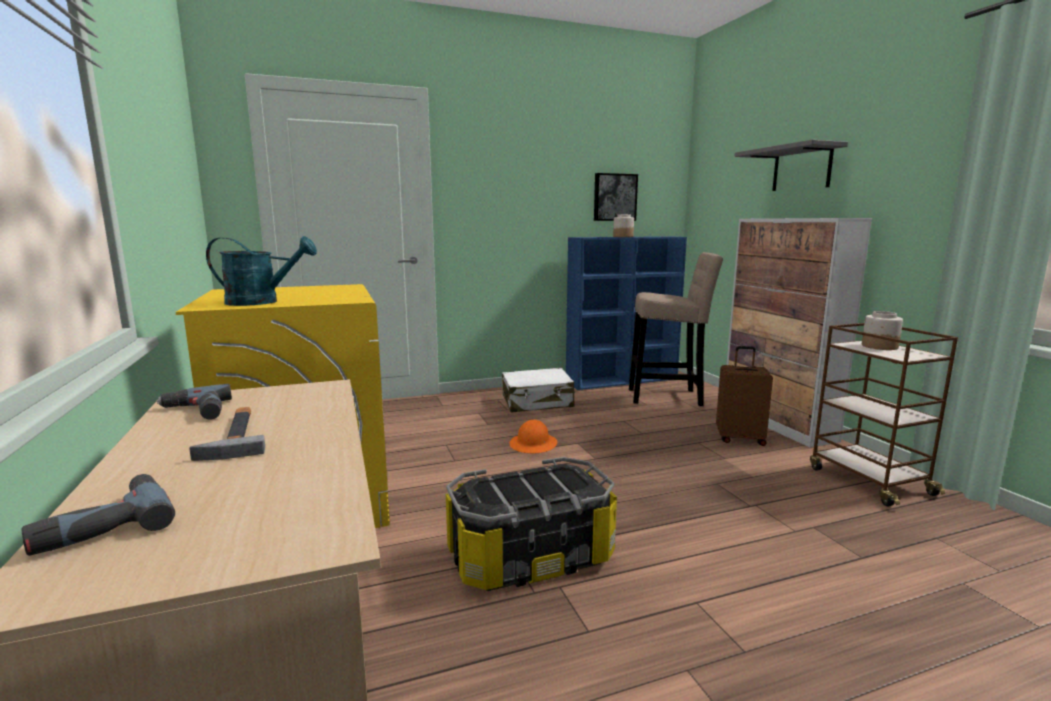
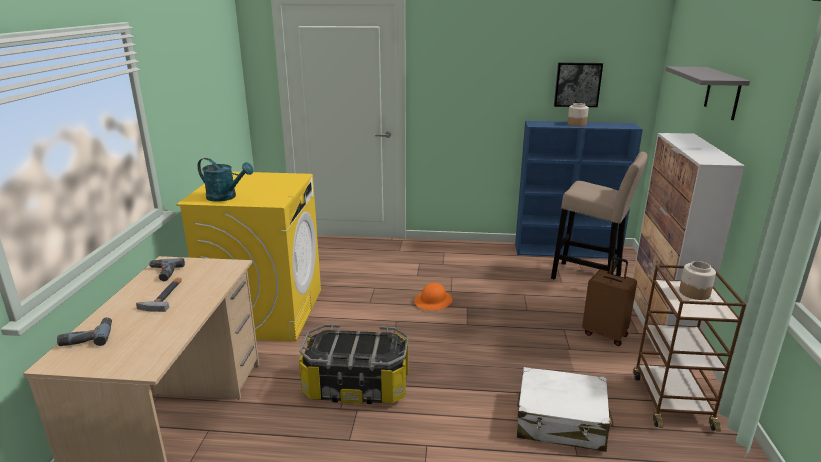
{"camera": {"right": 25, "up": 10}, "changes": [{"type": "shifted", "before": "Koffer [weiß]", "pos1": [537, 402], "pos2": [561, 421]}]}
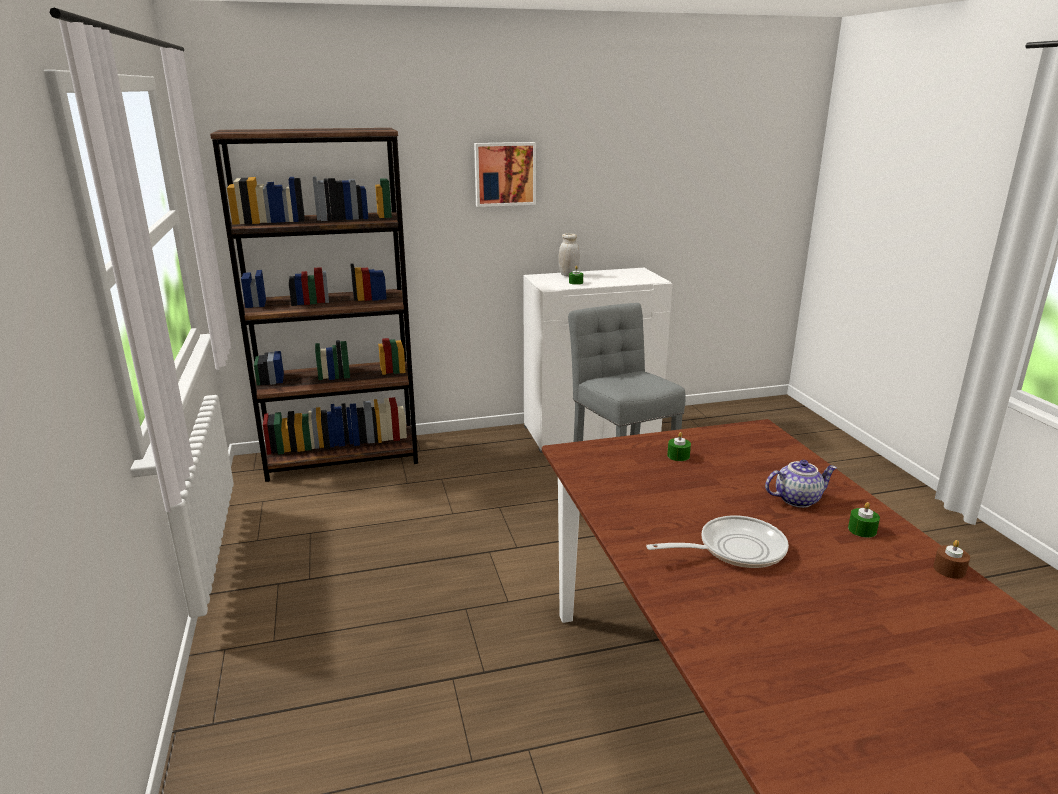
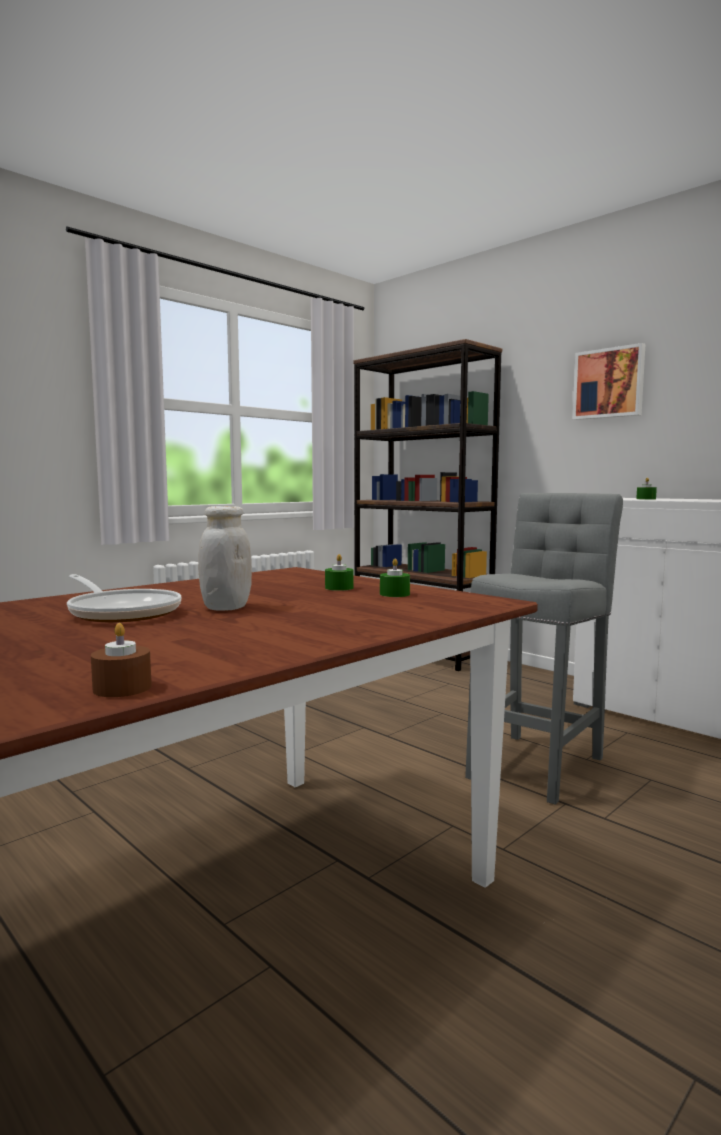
{"camera": {"right": 60, "up": -15}, "changes": [{"type": "gone", "before": "Teekanne", "pos1": [797, 499]}, {"type": "shifted", "before": "Vorratsglas [weiß]", "pos1": [568, 275], "pos2": [226, 607]}, {"type": "shifted", "before": "Kerze [grün]", "pos1": [862, 530], "pos2": [394, 594]}]}
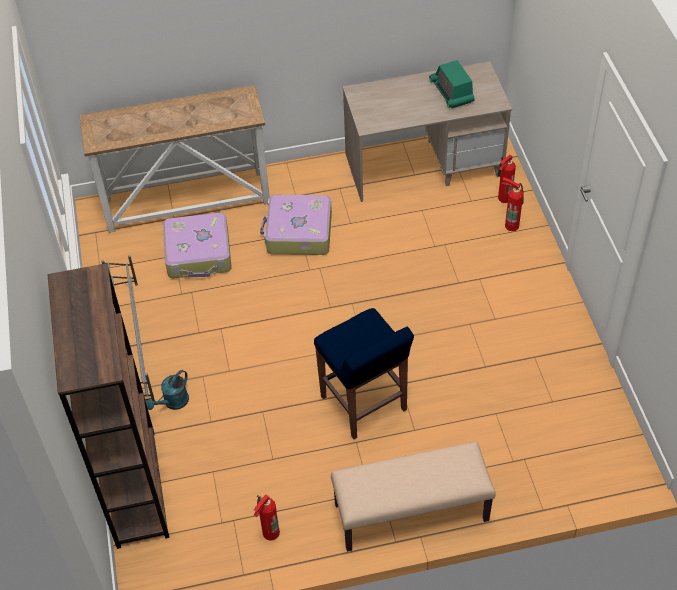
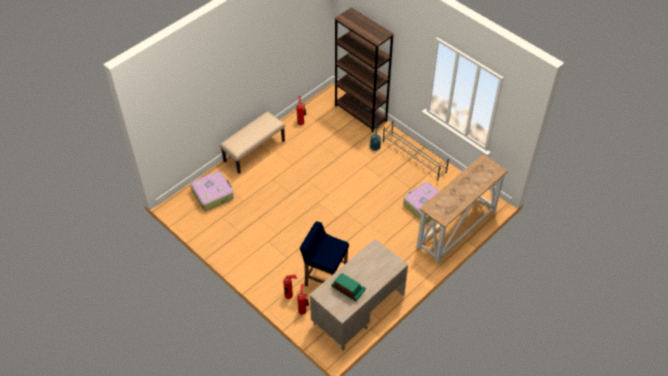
{"camera": {"right": 145, "up": 0}, "changes": [{"type": "shifted", "before": "Koffer", "pos1": [298, 233], "pos2": [213, 194]}, {"type": "shifted", "before": "Hocker [blau]", "pos1": [364, 404], "pos2": [325, 278]}]}
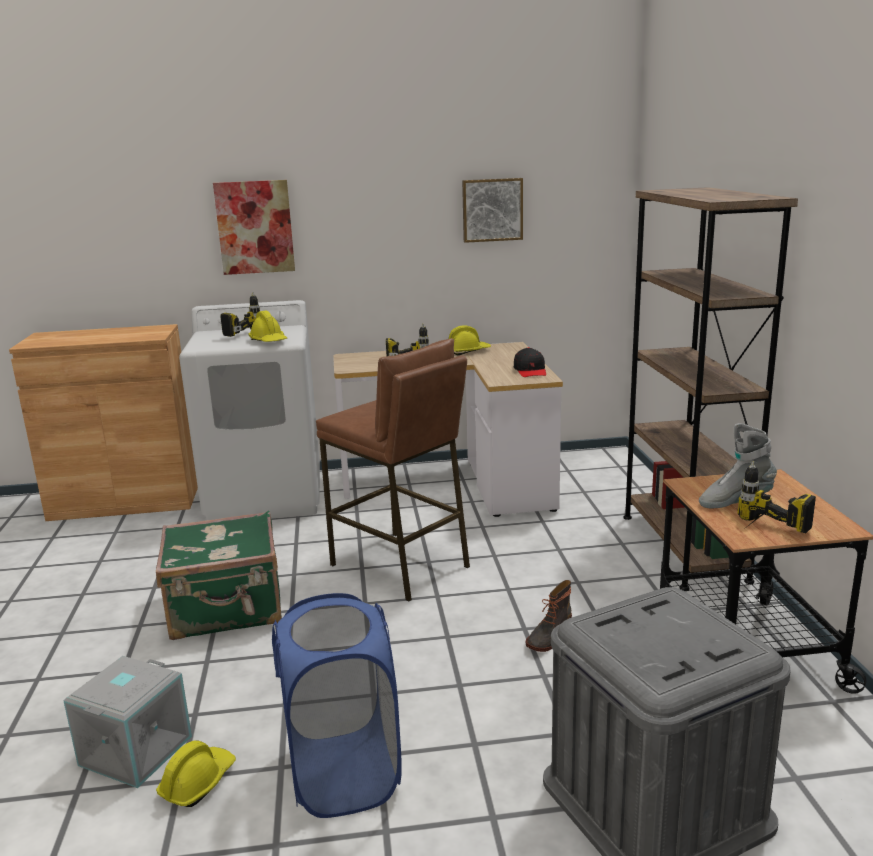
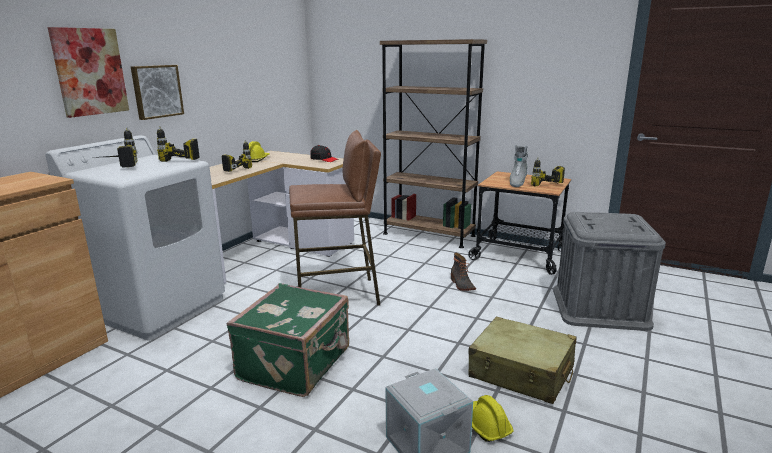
{"camera": {"right": -55, "up": 0}, "changes": [{"type": "shifted", "before": "Bild", "pos1": [492, 210], "pos2": [156, 91]}, {"type": "swapped", "before": "Schutzhelm [gelb]", "after": "Bohrmaschine", "pos1": [269, 341], "pos2": [172, 164]}, {"type": "swapped", "before": "Wäschekorb [blau]", "after": "Koffer [beige]", "pos1": [344, 774], "pos2": [521, 372]}]}
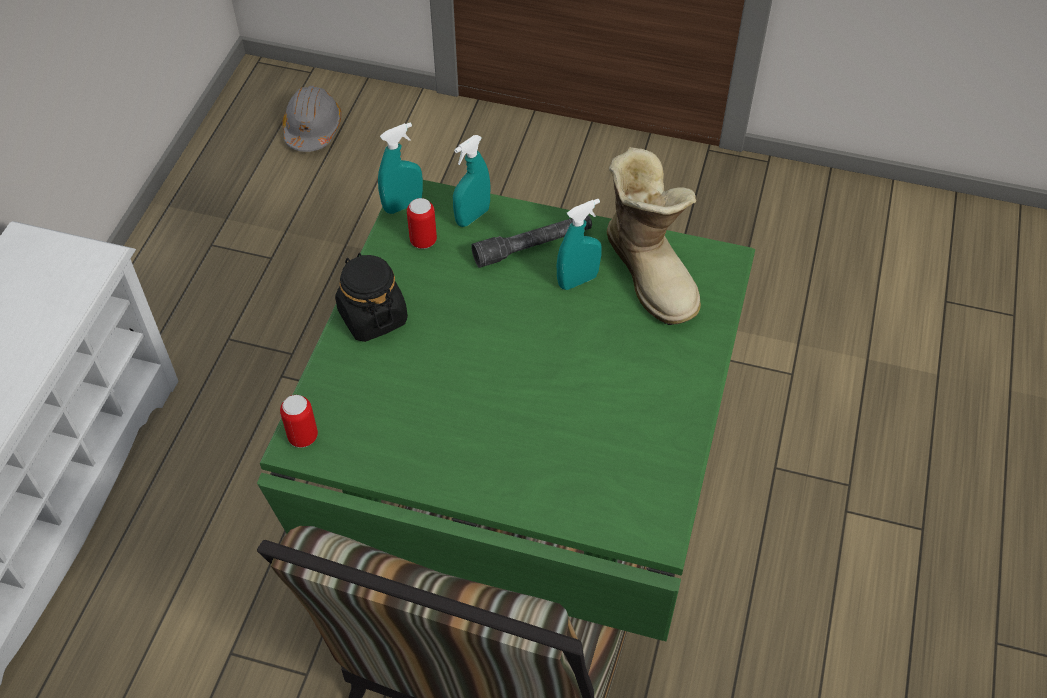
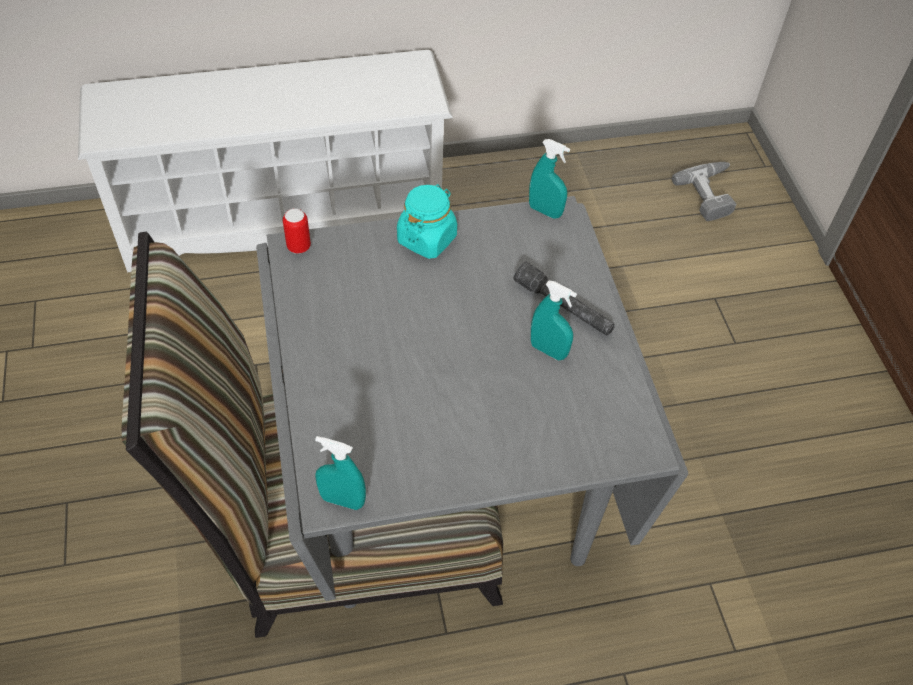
{"camera": {"right": 60, "up": 0}, "changes": [{"type": "gone", "before": "Dose", "pos1": [423, 241]}, {"type": "gone", "before": "Stiefel", "pos1": [652, 271]}, {"type": "shifted", "before": "Sprühflasche [türkis]", "pos1": [472, 216], "pos2": [342, 500]}, {"type": "swapped", "before": "Schutzhelm [grau]", "after": "Bohrmaschine", "pos1": [312, 129], "pos2": [712, 194]}, {"type": "repainted", "before": "Esstisch [grün]", "after": "Esstisch [grau]", "pos1": [521, 528], "pos2": [447, 497]}, {"type": "repainted", "before": "Vorratsglas [schwarz]", "after": "Vorratsglas [türkis]", "pos1": [372, 316], "pos2": [427, 239]}]}
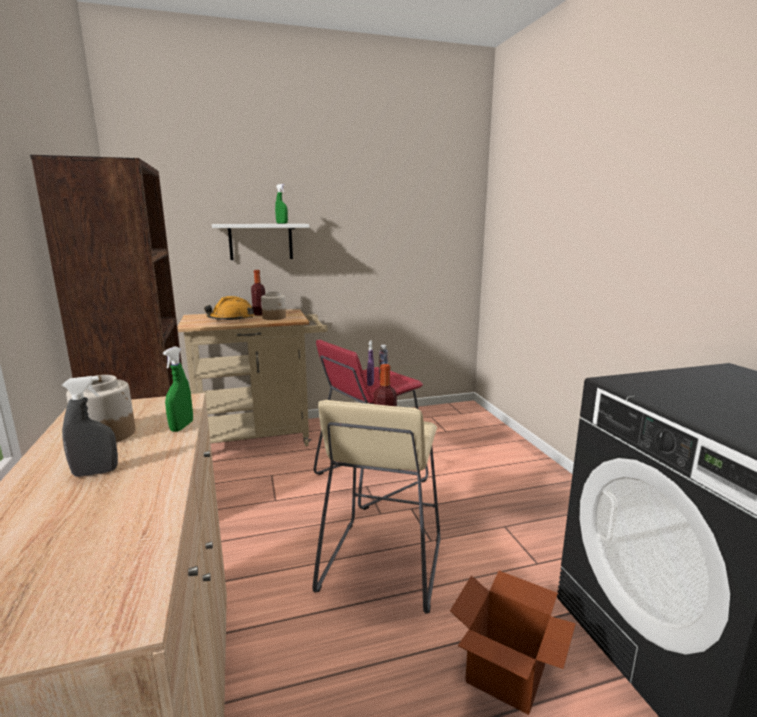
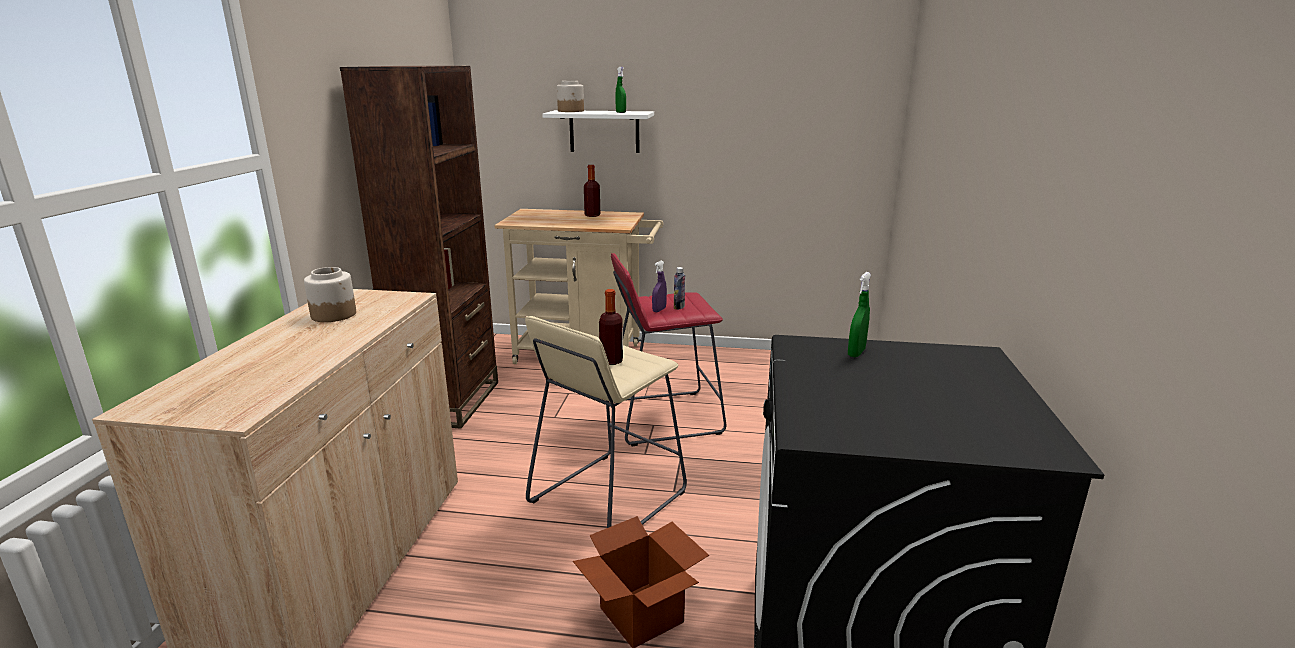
{"camera": {"right": 25, "up": 5}, "changes": [{"type": "gone", "before": "Sprühflasche [grau]", "pos1": [95, 472]}, {"type": "gone", "before": "Schutzhelm [orange]", "pos1": [231, 319]}, {"type": "shifted", "before": "Sprühflasche [grün]", "pos1": [181, 427], "pos2": [856, 353]}, {"type": "shifted", "before": "Vorratsglas", "pos1": [274, 317], "pos2": [571, 111]}]}
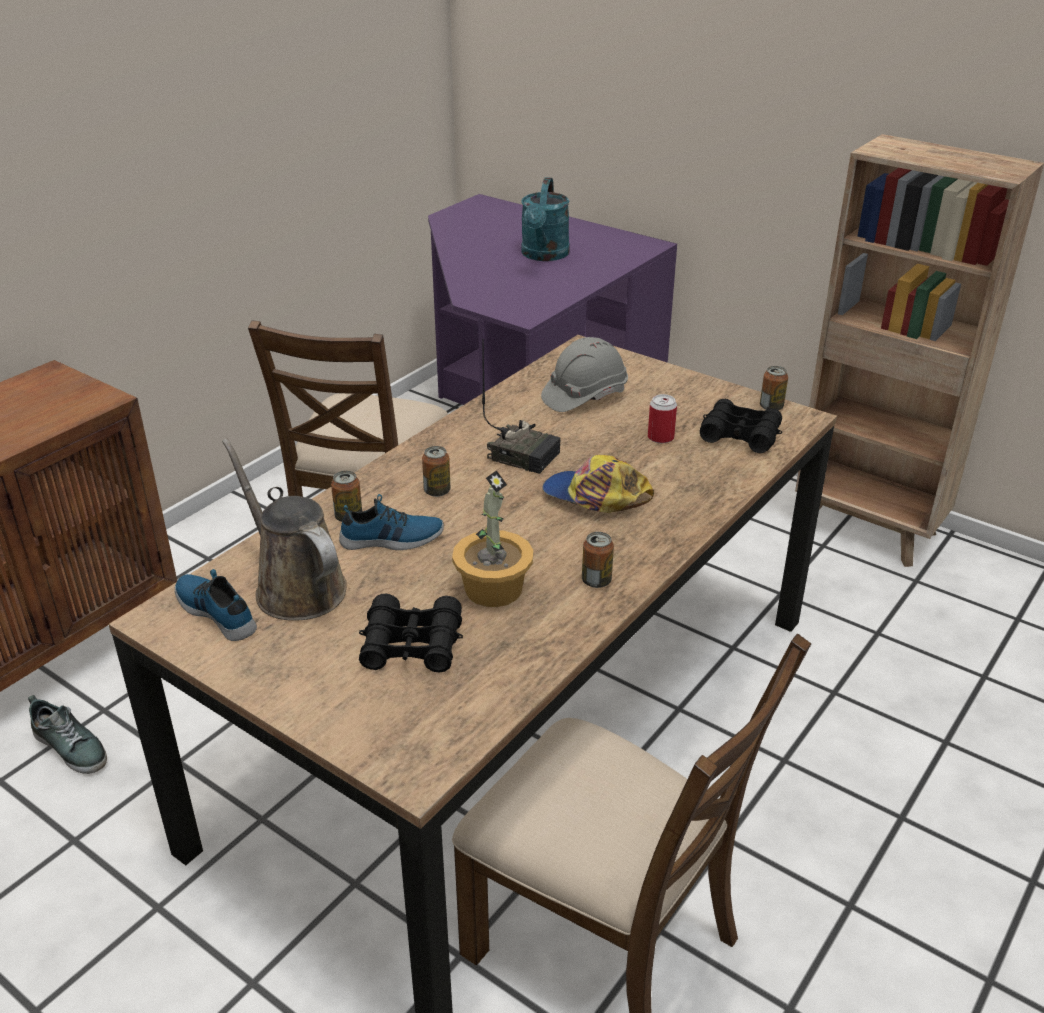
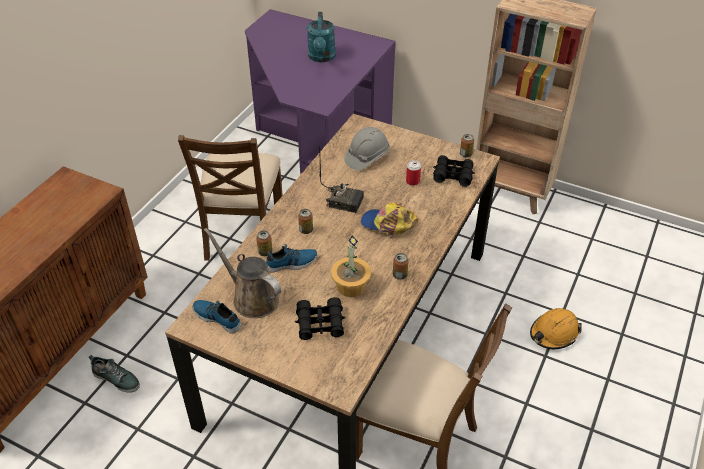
{"camera": {"right": -10, "up": 10}, "changes": [{"type": "new", "after": "Schutzhelm [orange]", "pos2": [553, 333]}]}
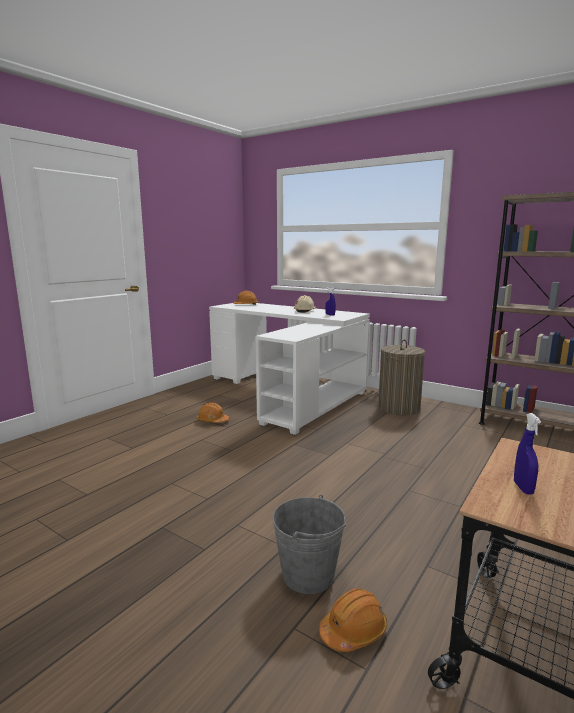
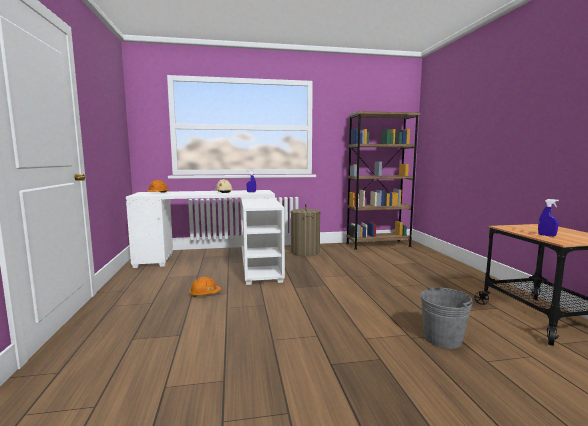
{"camera": {"right": -45, "up": -5}, "changes": [{"type": "gone", "before": "Schutzhelm [orange]", "pos1": [353, 630]}]}
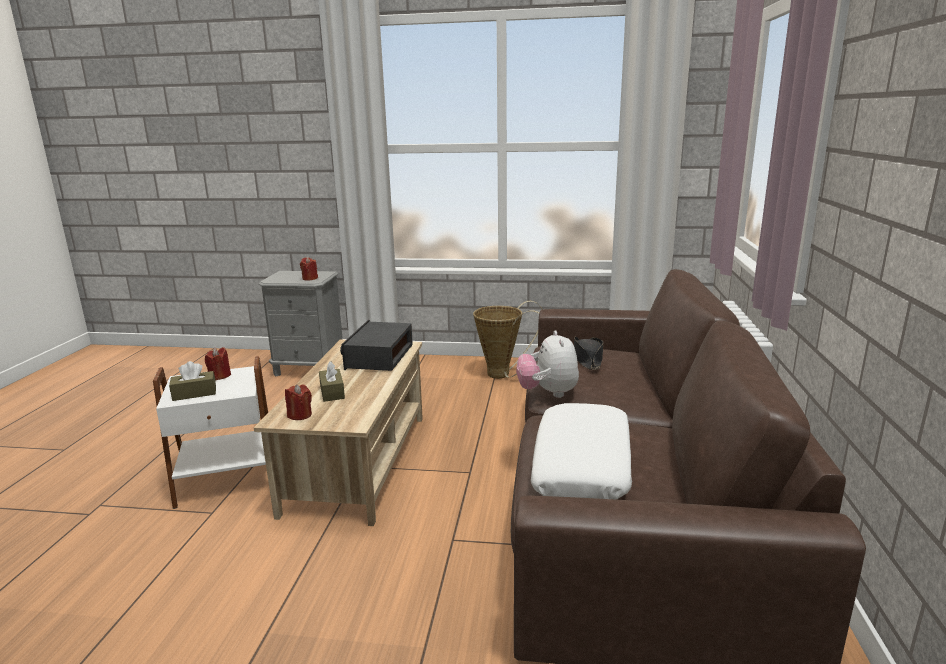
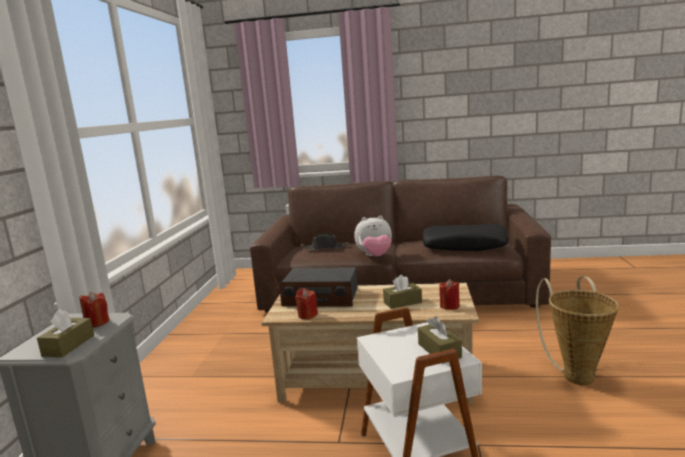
{"camera": {"right": -90, "up": -5}, "changes": [{"type": "new", "after": "Taschentuchbox [braun]", "pos2": [68, 345]}, {"type": "shifted", "before": "Kerze [rot]", "pos1": [219, 376], "pos2": [307, 315]}, {"type": "shifted", "before": "Korb", "pos1": [504, 375], "pos2": [576, 374]}, {"type": "repainted", "before": "Kissen [weiß]", "after": "Kissen [schwarz]", "pos1": [583, 465], "pos2": [464, 245]}]}
